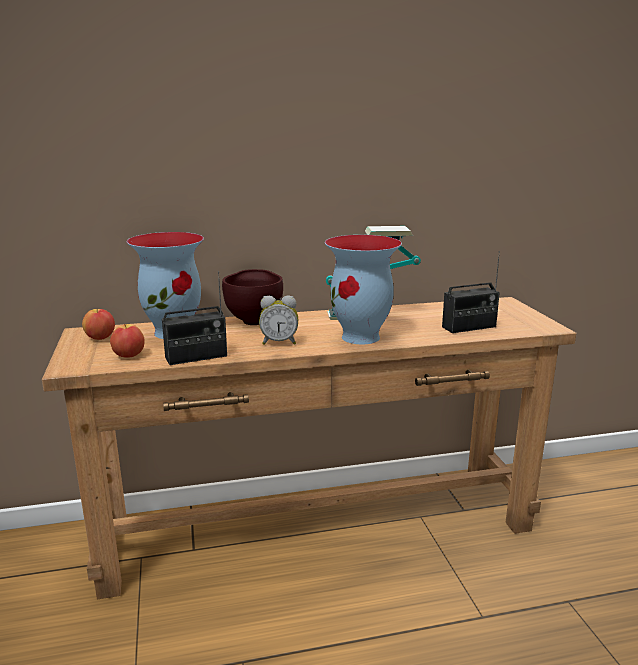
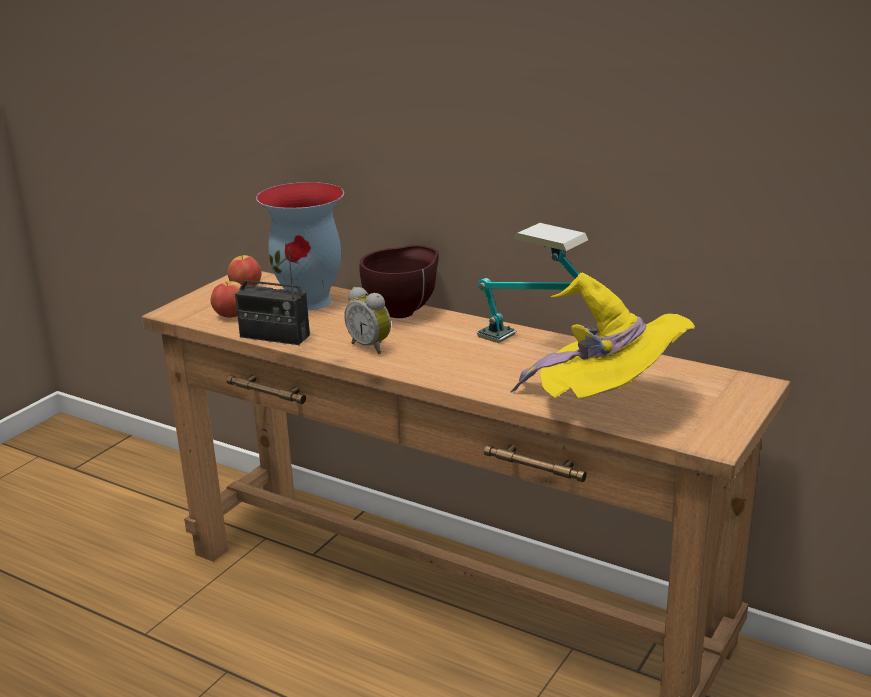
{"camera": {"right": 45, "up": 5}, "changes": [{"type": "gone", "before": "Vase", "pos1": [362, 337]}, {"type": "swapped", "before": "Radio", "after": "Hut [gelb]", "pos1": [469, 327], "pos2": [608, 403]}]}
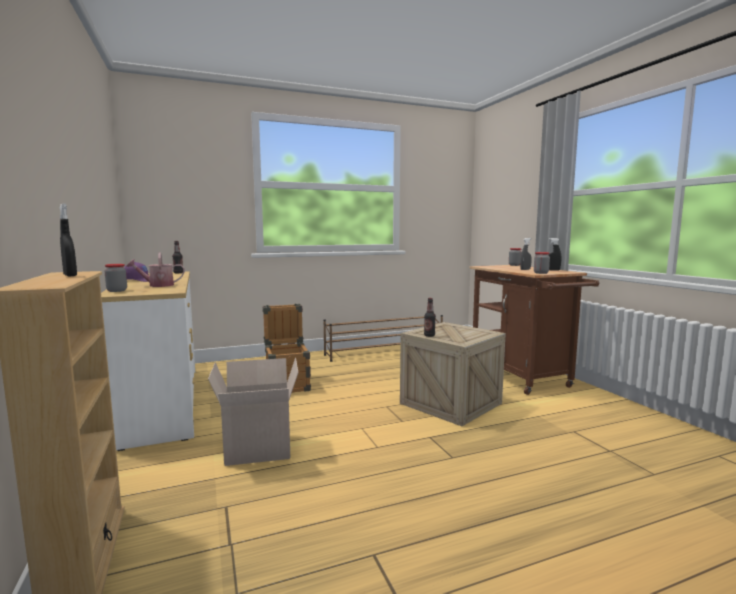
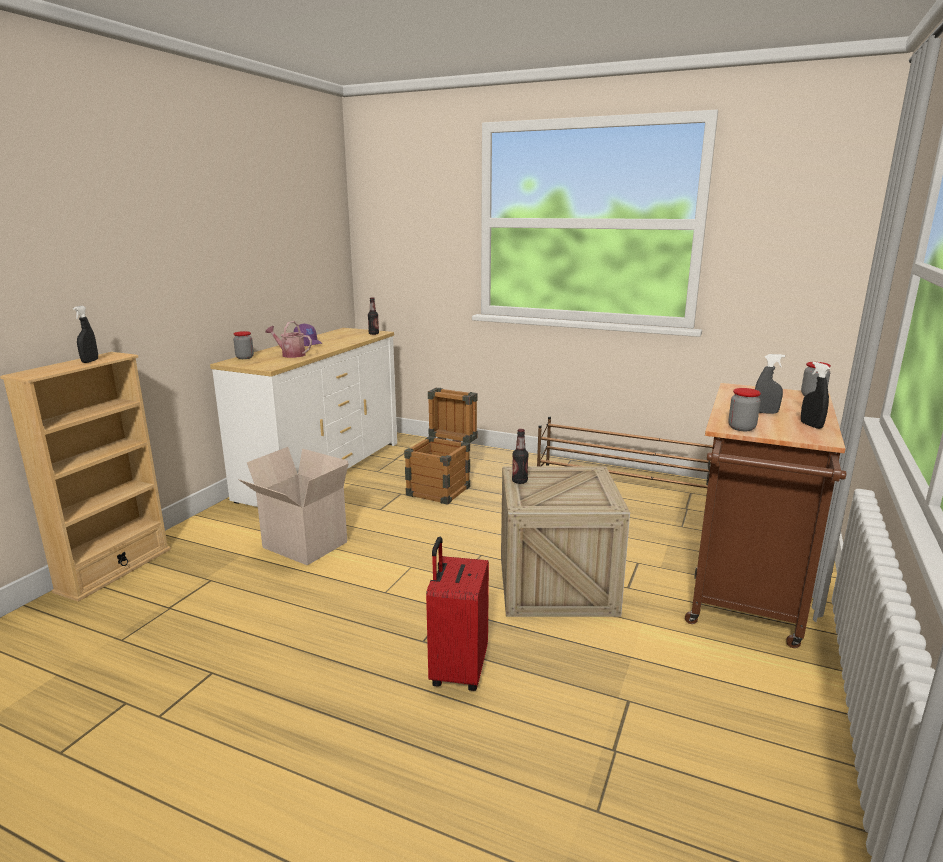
{"camera": {"right": 45, "up": 10}, "changes": [{"type": "new", "after": "Koffer [rot]", "pos2": [457, 670]}]}
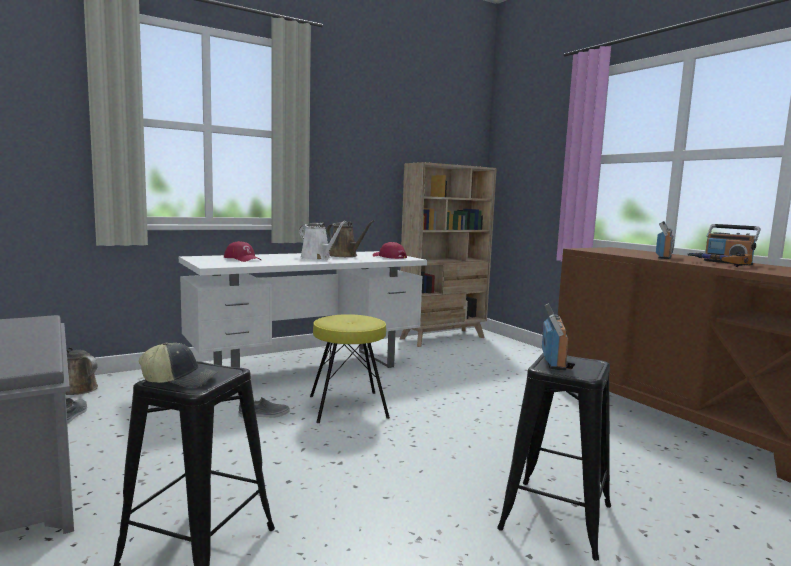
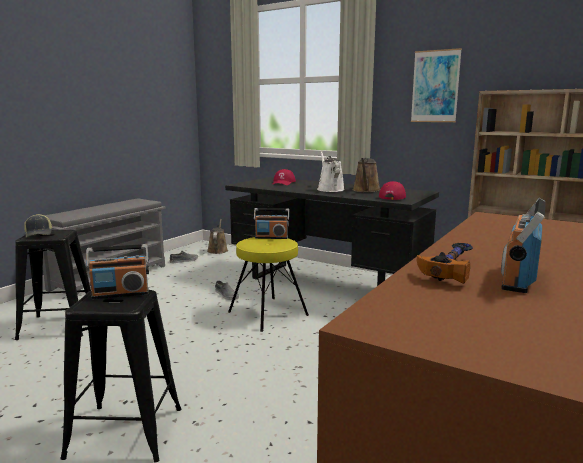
{"camera": {"right": 65, "up": 5}, "changes": [{"type": "new", "after": "Bild", "pos2": [435, 86]}, {"type": "shifted", "before": "Radio", "pos1": [664, 257], "pos2": [271, 237]}, {"type": "repainted", "before": "Schreibtisch [weiß]", "after": "Schreibtisch [schwarz]", "pos1": [307, 369], "pos2": [327, 283]}, {"type": "rotated", "before": "Gießkanne [weiß]", "pos1": [317, 258], "pos2": [329, 189], "turn": 150}]}
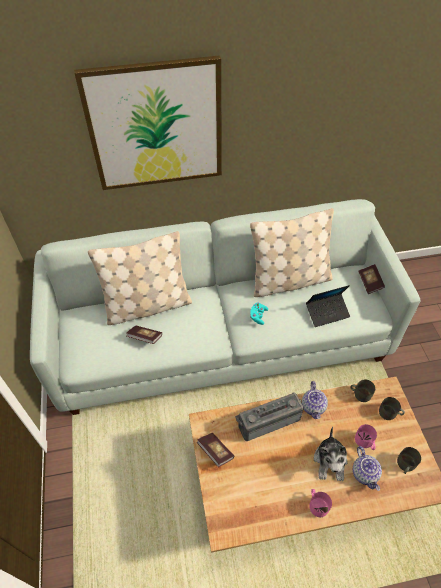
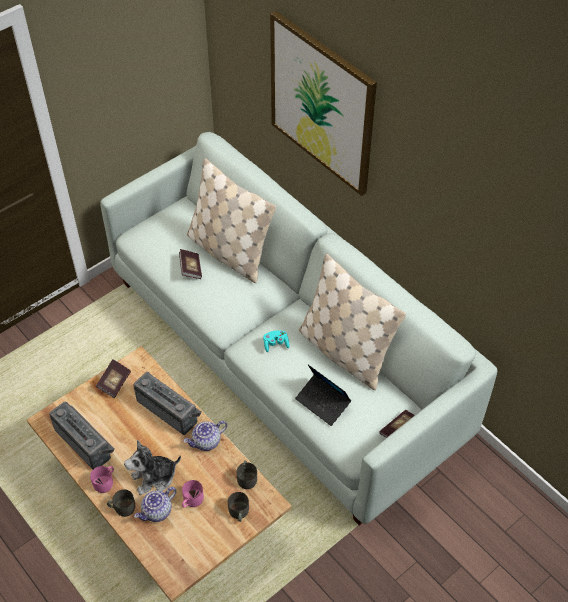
{"camera": {"right": 60, "up": 0}, "changes": [{"type": "new", "after": "Radio", "pos2": [86, 442]}, {"type": "shifted", "before": "Henkelbecher [grau]", "pos1": [405, 465], "pos2": [122, 507]}]}
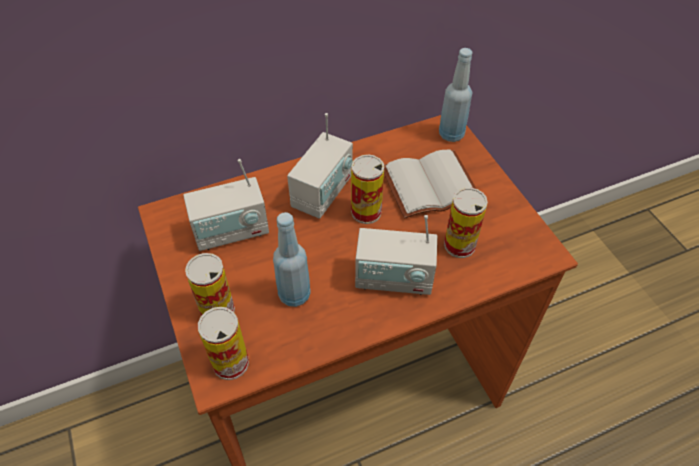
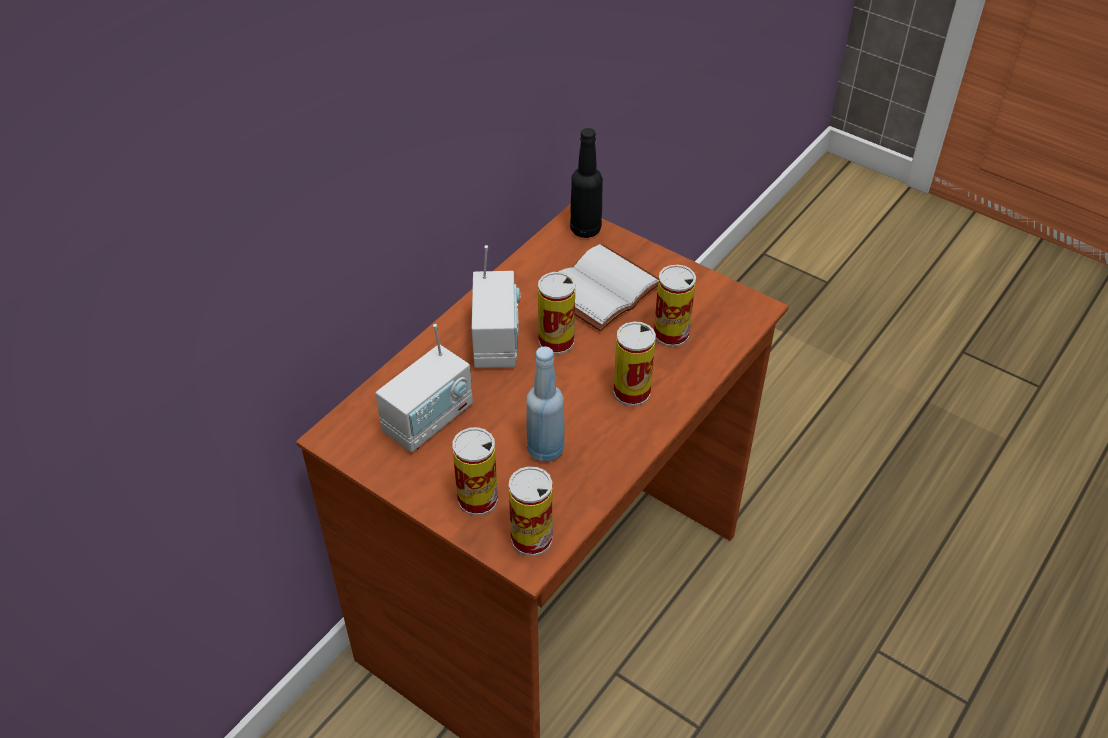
{"camera": {"right": -30, "up": -5}, "changes": [{"type": "swapped", "before": "Radio", "after": "Dose", "pos1": [394, 279], "pos2": [632, 392]}, {"type": "repainted", "before": "Flasche [blau]", "after": "Flasche [schwarz]", "pos1": [451, 134], "pos2": [585, 229]}]}
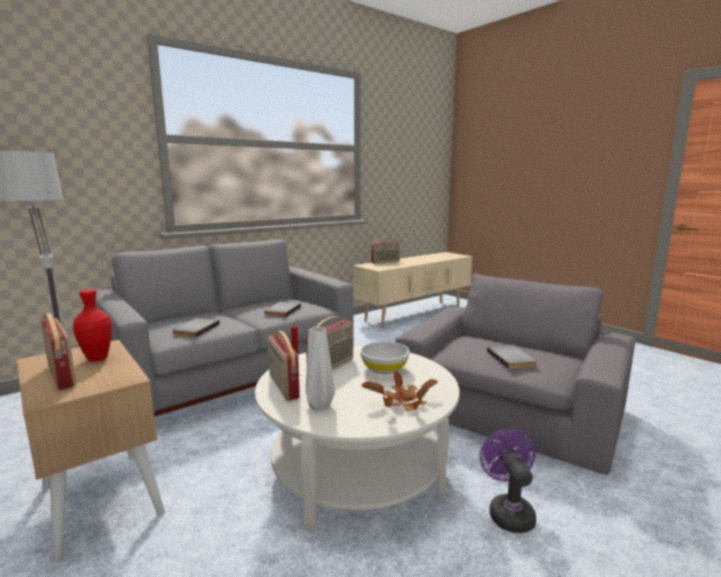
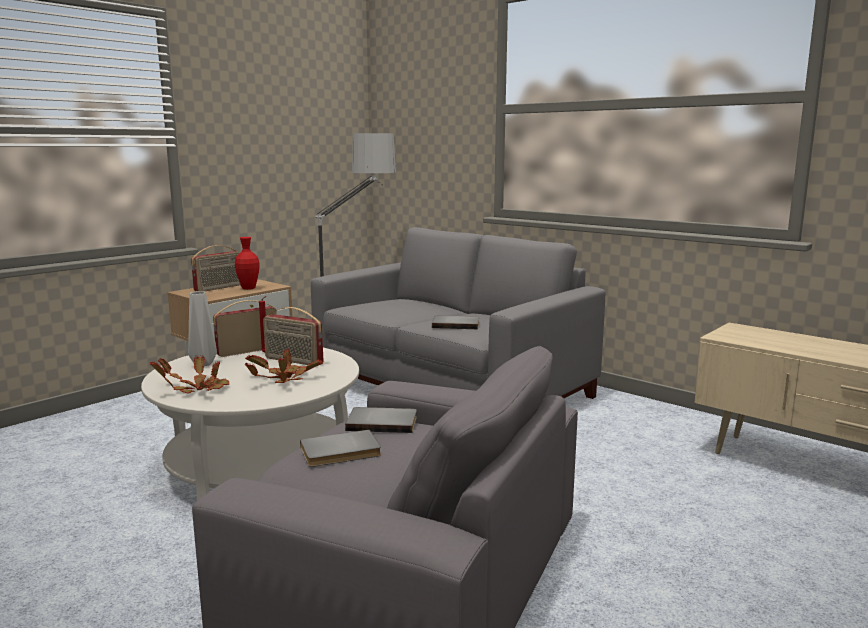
{"camera": {"right": 80, "up": 0}, "changes": [{"type": "gone", "before": "Radio", "pos1": [385, 262]}, {"type": "gone", "before": "Ventilator [lila]", "pos1": [508, 511]}, {"type": "shifted", "before": "Buch [grau]", "pos1": [195, 329], "pos2": [382, 422]}, {"type": "swapped", "before": "Schüssel [weiß]", "after": "Topfpflanze", "pos1": [384, 369], "pos2": [284, 379]}]}
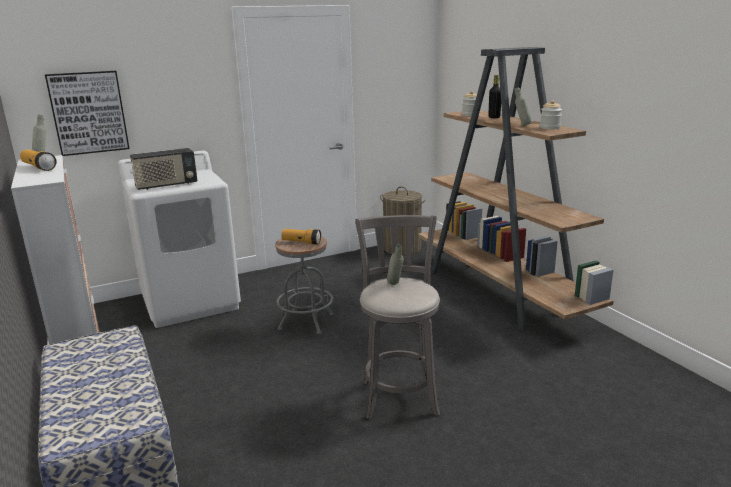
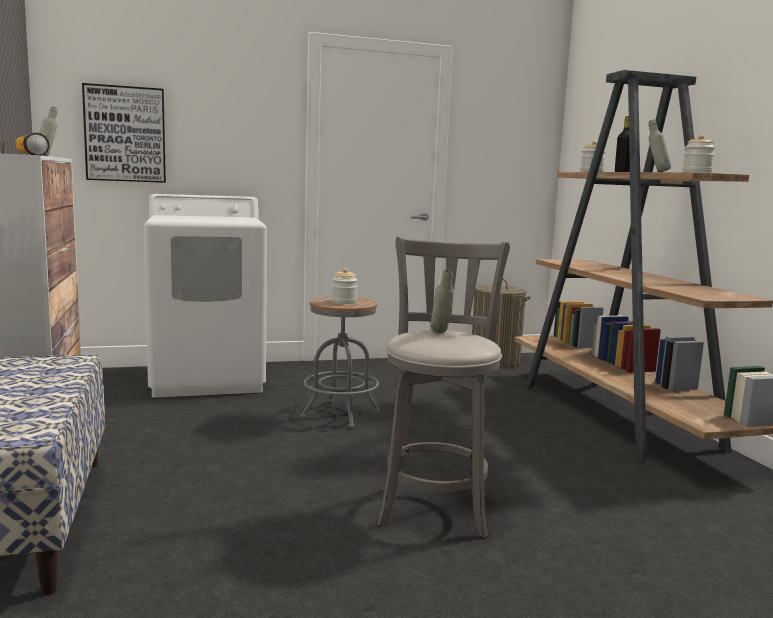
{"camera": {"right": 10, "up": -10}, "changes": [{"type": "gone", "before": "Radio", "pos1": [166, 185]}, {"type": "swapped", "before": "Taschenlampe", "after": "Vorratsglas", "pos1": [301, 242], "pos2": [344, 302]}]}
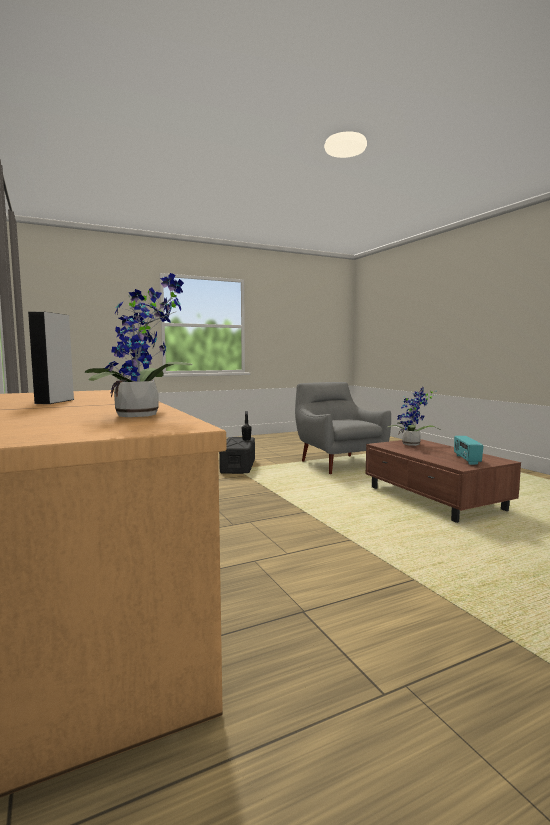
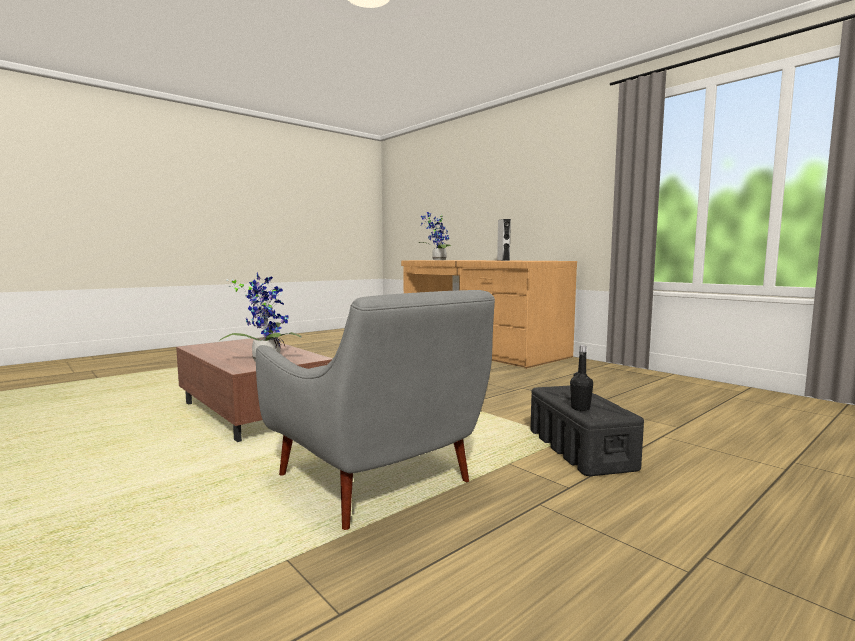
{"camera": {"right": 165, "up": 0}, "changes": [{"type": "gone", "before": "Radio", "pos1": [466, 460]}]}
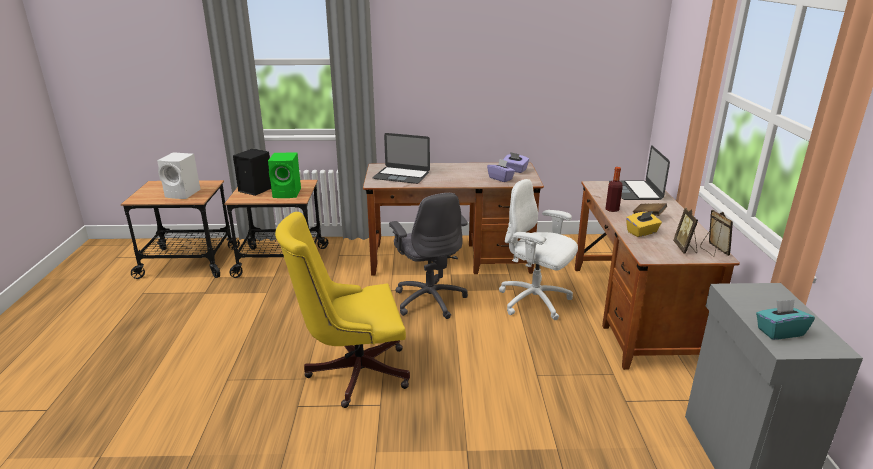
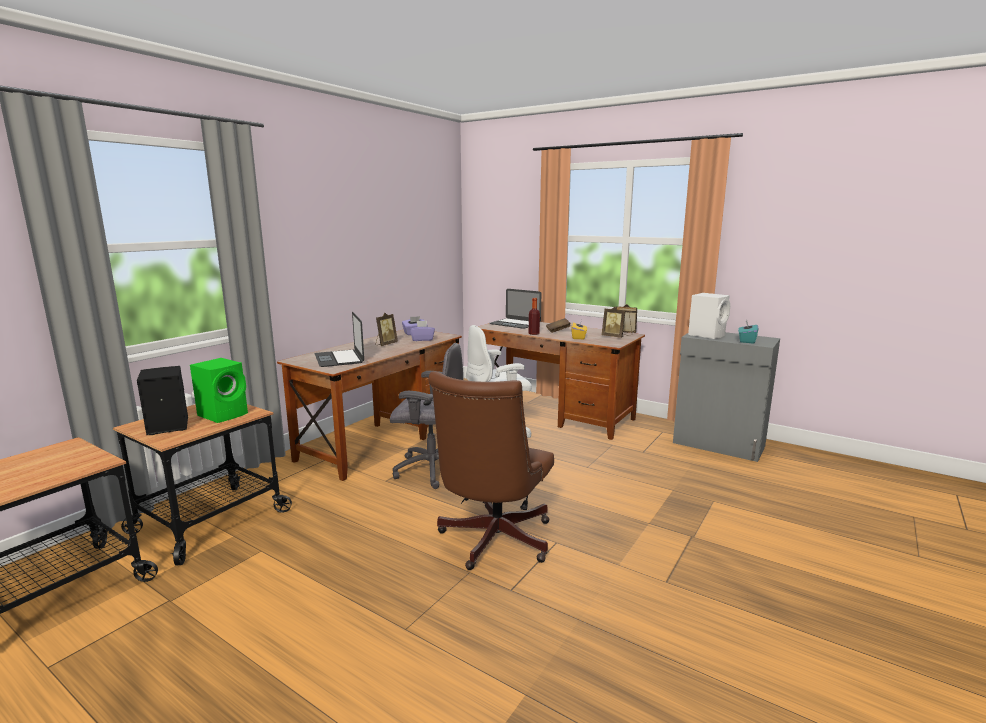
{"camera": {"right": -55, "up": -10}, "changes": [{"type": "new", "after": "Bilderrahmen", "pos2": [385, 344]}, {"type": "shifted", "before": "Lautsprecher [weiß]", "pos1": [183, 194], "pos2": [707, 335]}, {"type": "repainted", "before": "Bürostuhl [gelb]", "after": "Bürostuhl [braun]", "pos1": [352, 372], "pos2": [492, 542]}, {"type": "rotated", "before": "Laptop", "pos1": [401, 175], "pos2": [339, 358], "turn": 105}]}
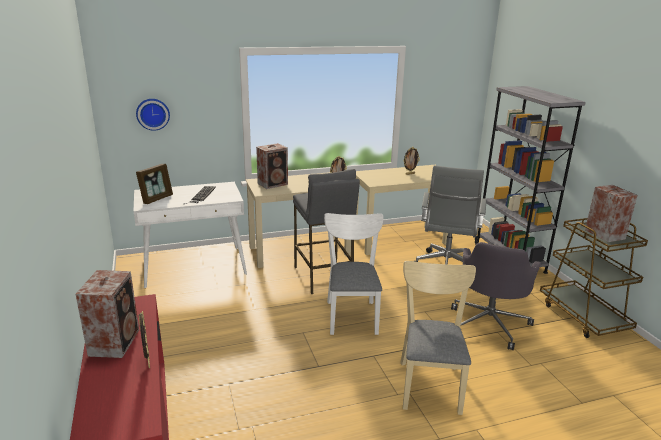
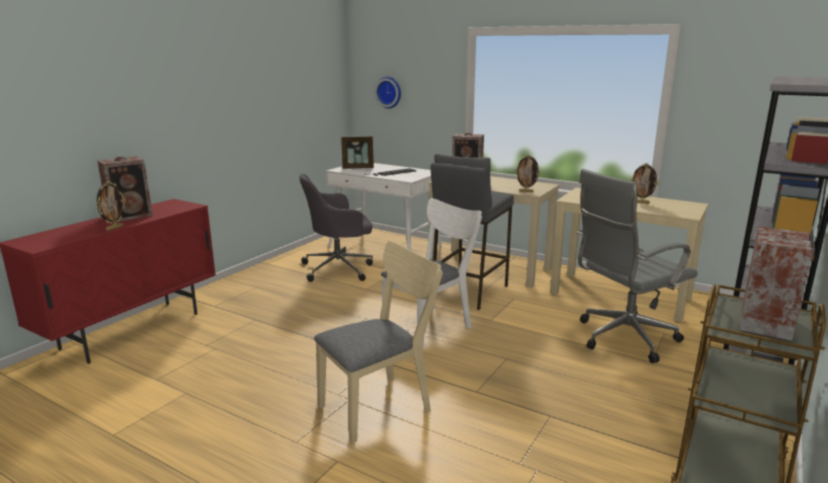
{"camera": {"right": 50, "up": -5}, "changes": [{"type": "shifted", "before": "Bürostuhl [grau]", "pos1": [489, 323], "pos2": [339, 268]}]}
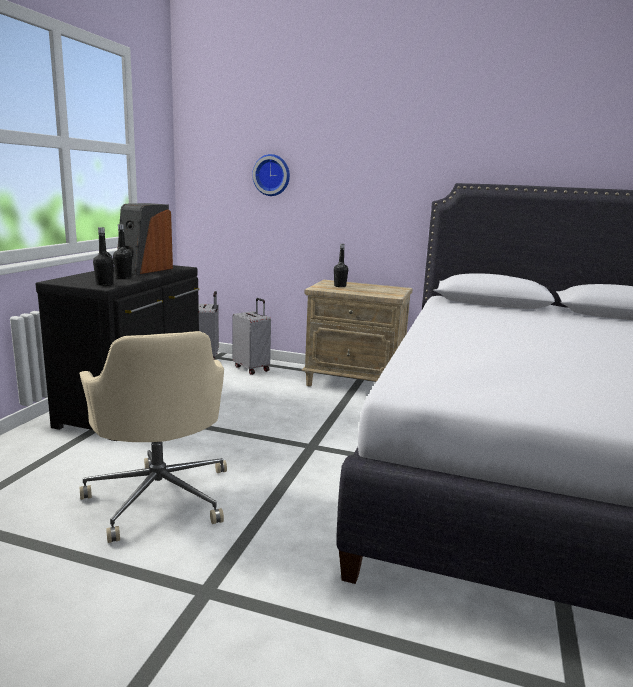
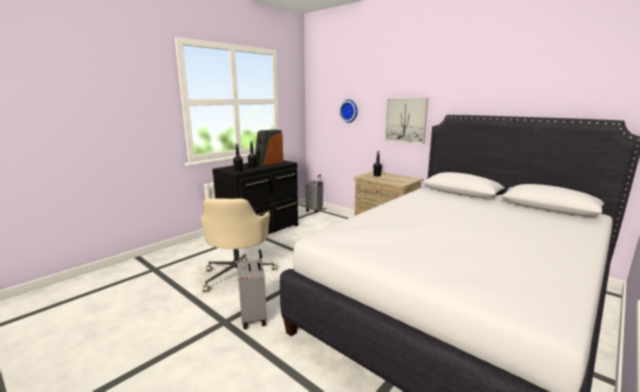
{"camera": {"right": 25, "up": 0}, "changes": [{"type": "new", "after": "Bild", "pos2": [406, 120]}, {"type": "shifted", "before": "Koffer [grau]", "pos1": [252, 368], "pos2": [254, 317]}]}
